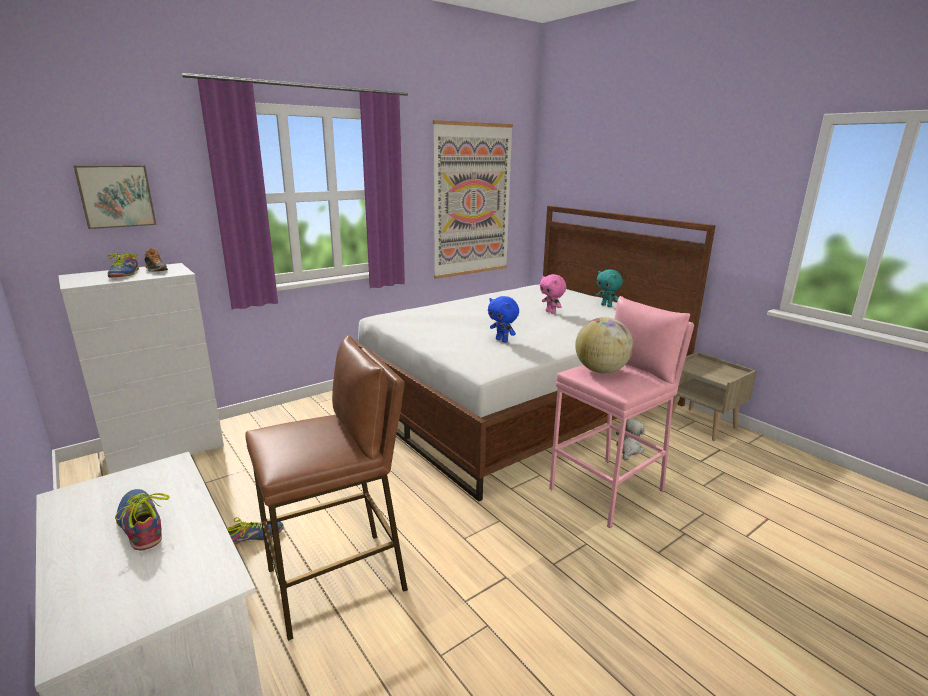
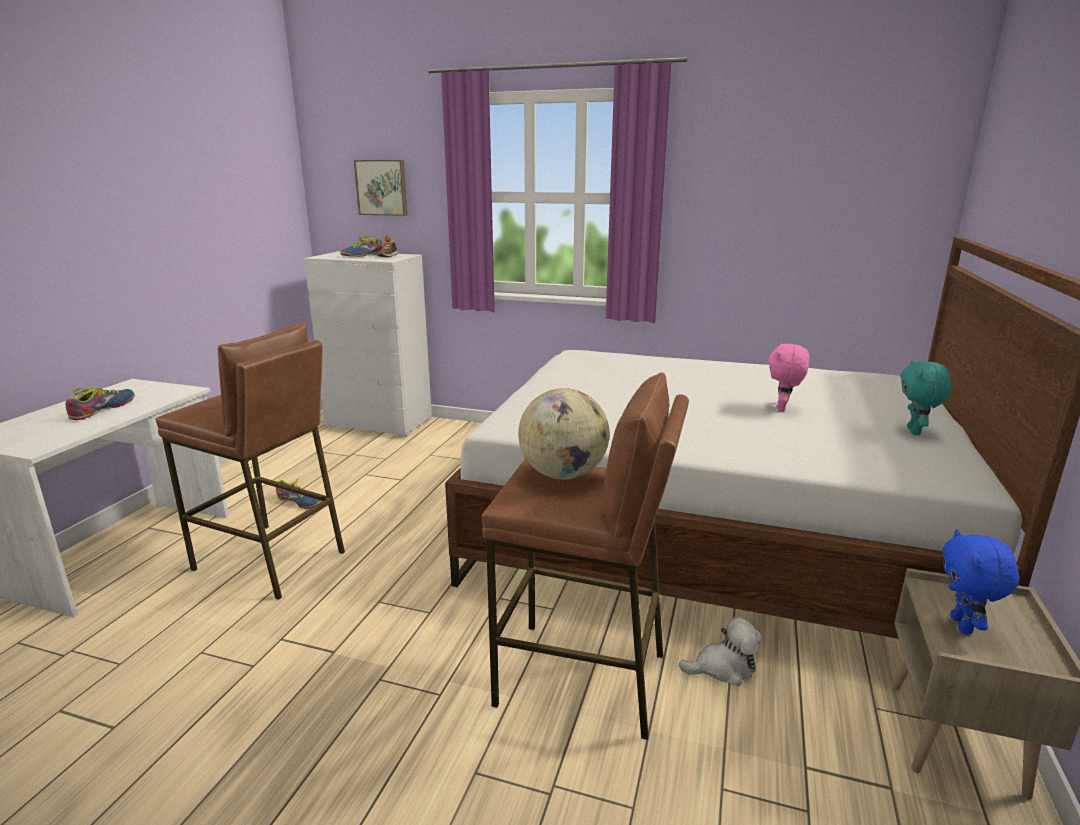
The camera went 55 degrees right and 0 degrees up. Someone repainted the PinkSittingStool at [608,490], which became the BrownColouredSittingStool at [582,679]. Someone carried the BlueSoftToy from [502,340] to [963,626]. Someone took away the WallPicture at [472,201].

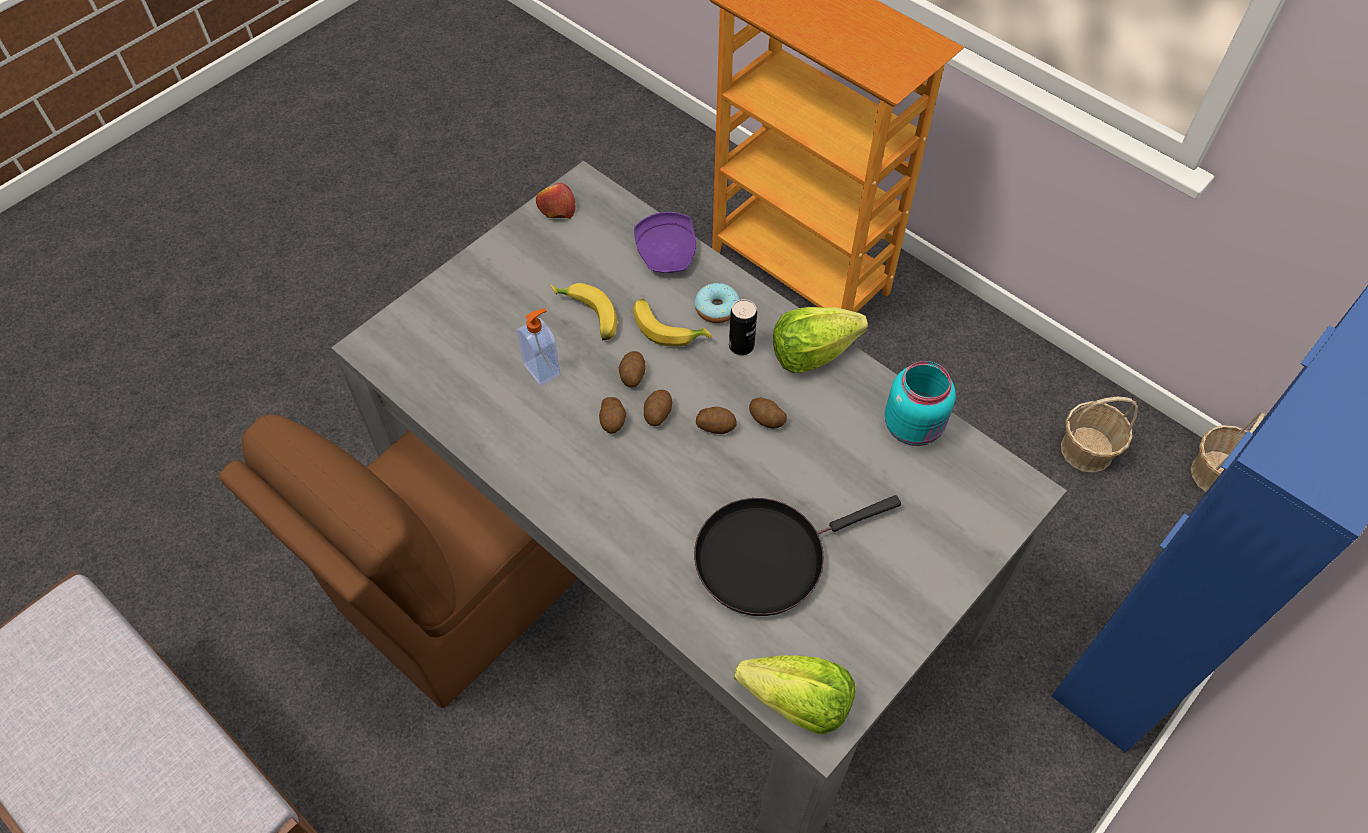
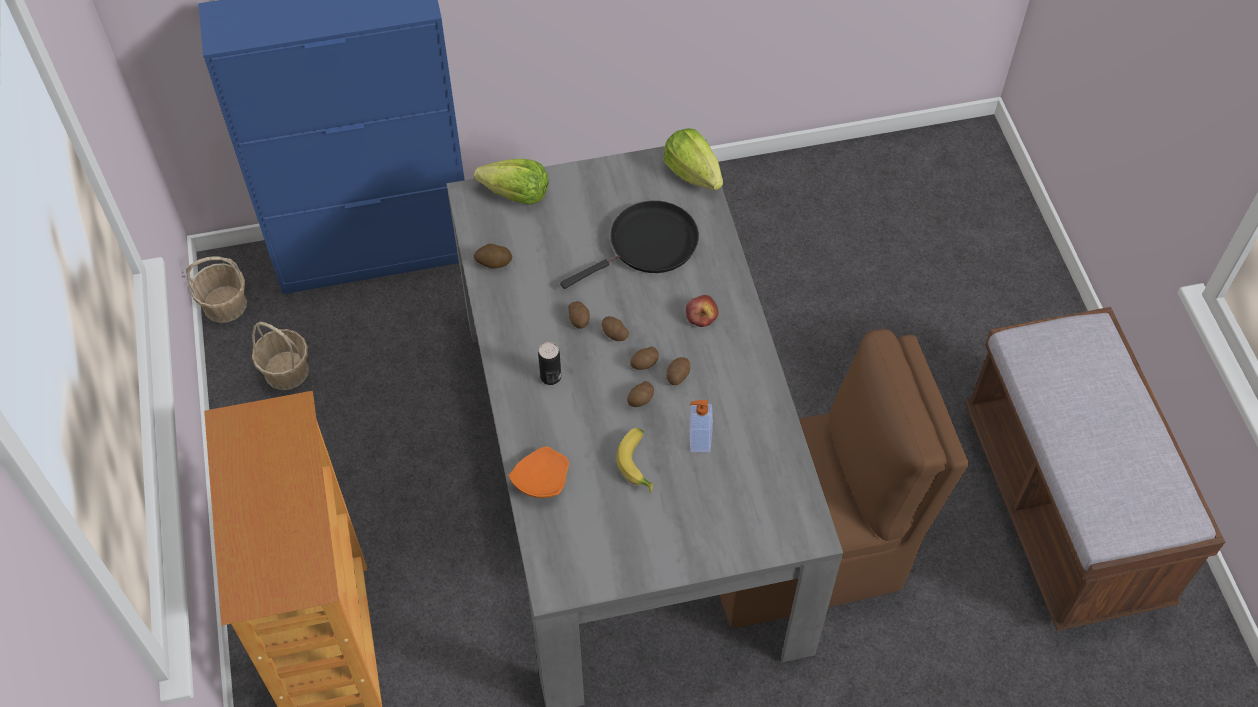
The camera went 145 degrees left and 0 degrees up. Someone swapped the TurquoiseJar at [914,426] for the WholePotato at [493,263]. Someone carried the Lettuce from [812,353] to [516,195]. Someone repainted the PurpleColouredDinnerPlate at [667,253], which became the OrangeColouredDinnerPlate at [540,480]. Someone rotated the BlackishFryingPan at [767,556] by 45 degrees counterclockwise. Someone carried the WholeApple from [556,208] to [701,315]. Someone took away the BananaFruit at [668,328]. Someone took away the Doughnut at [716,309].

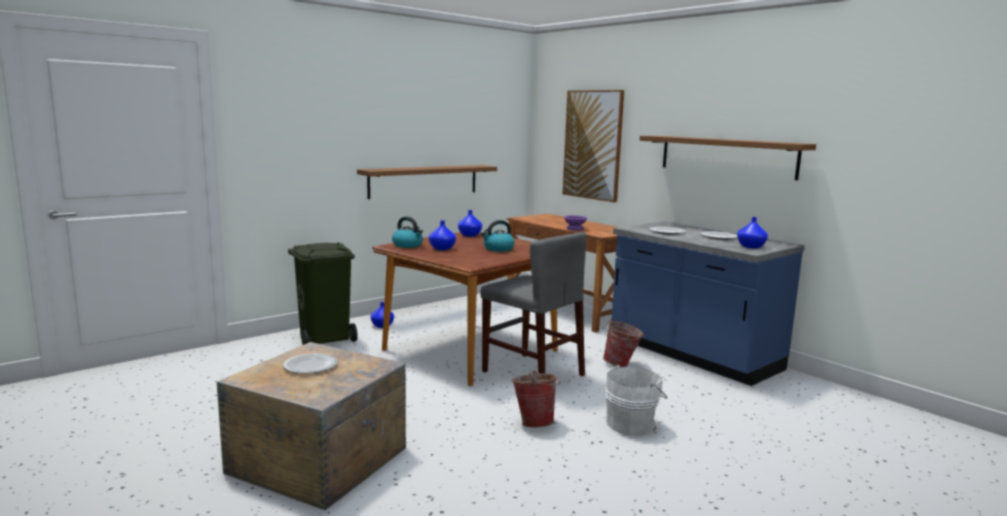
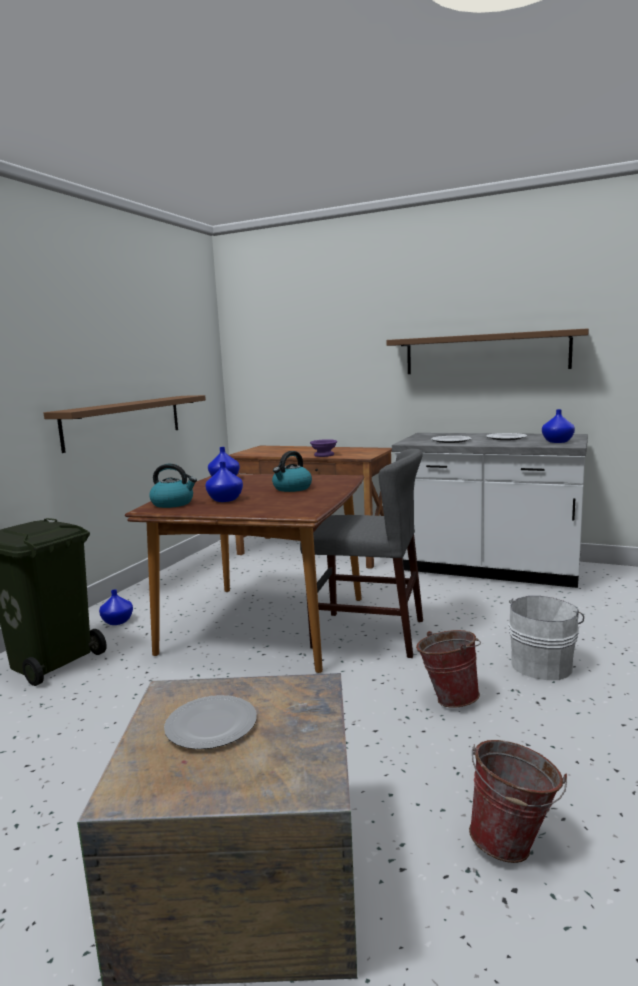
The camera went 25 degrees left and 0 degrees up. Someone repainted the BlueKitchenBaseUnit at [692,355], which became the WhiteColouredKitchenBaseUnit at [488,569]. Someone carried the Pail from [622,365] to [514,844]. Someone took away the WallPicture at [593,145].

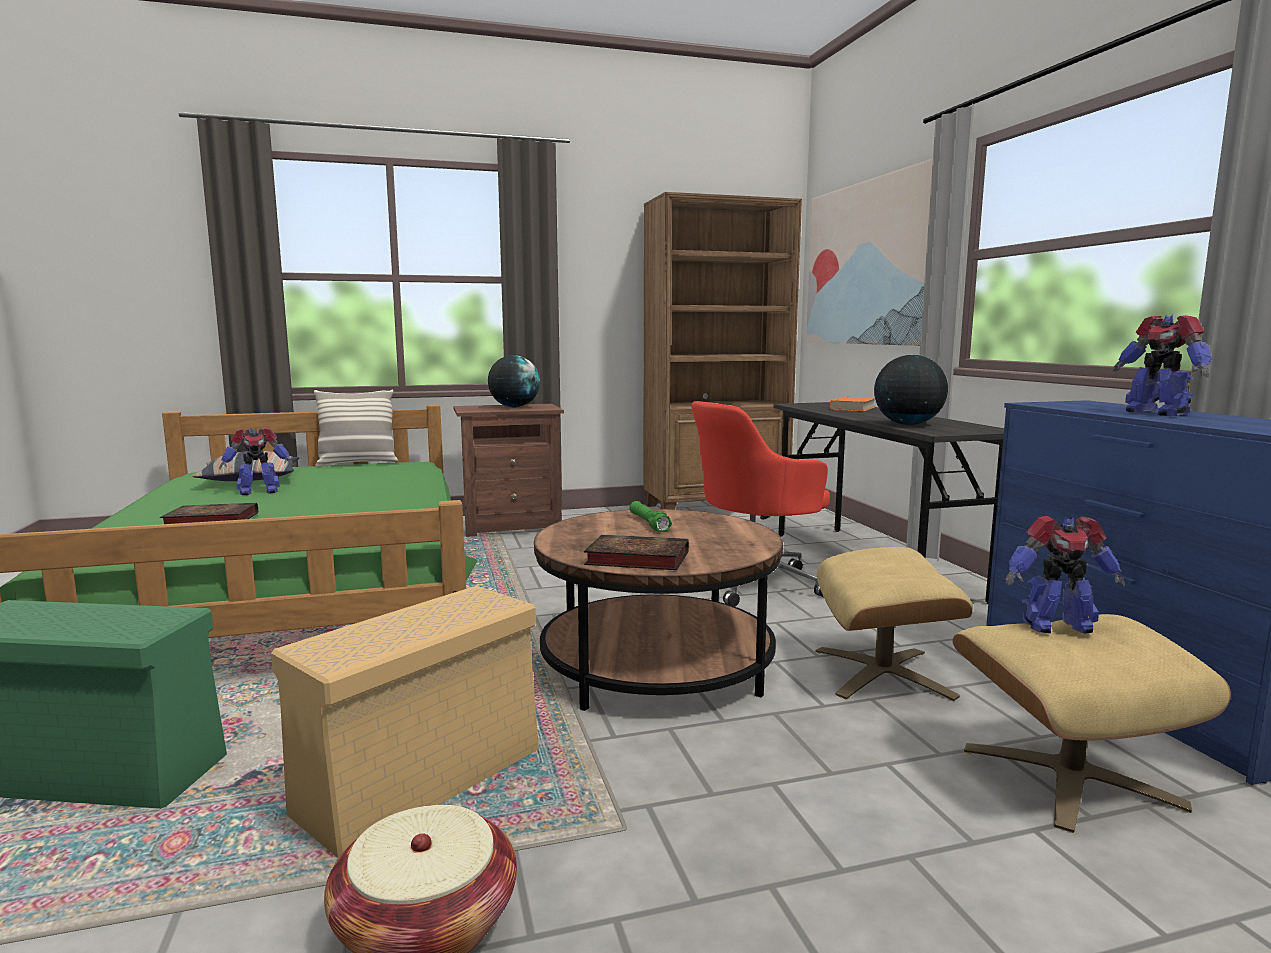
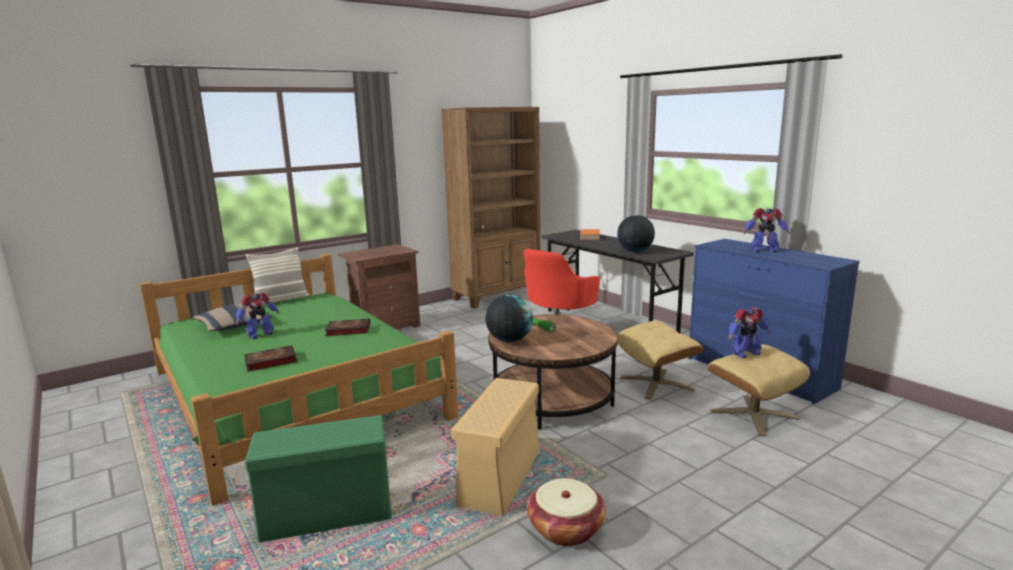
The camera went 20 degrees left and 5 degrees up. Someone carried the Volume from [634,559] to [347,330]. Someone carried the DeskGlobe from [514,407] to [509,340]. Someone rotated the ModelRobot at [1156,413] by 45 degrees counterclockwise. Someone took away the WallPicture at [866,264].

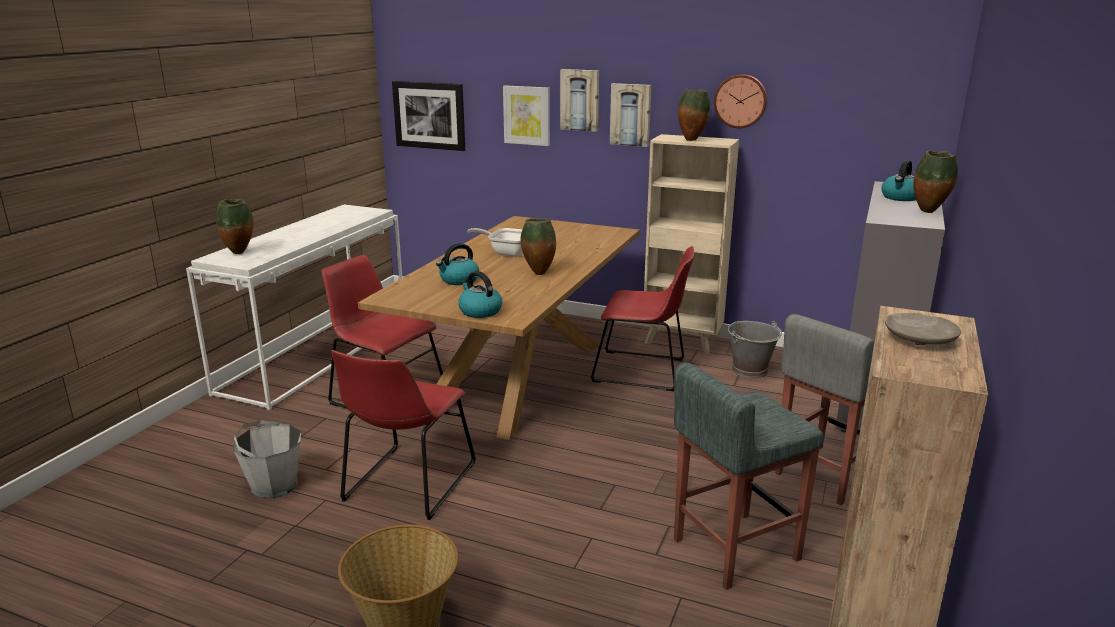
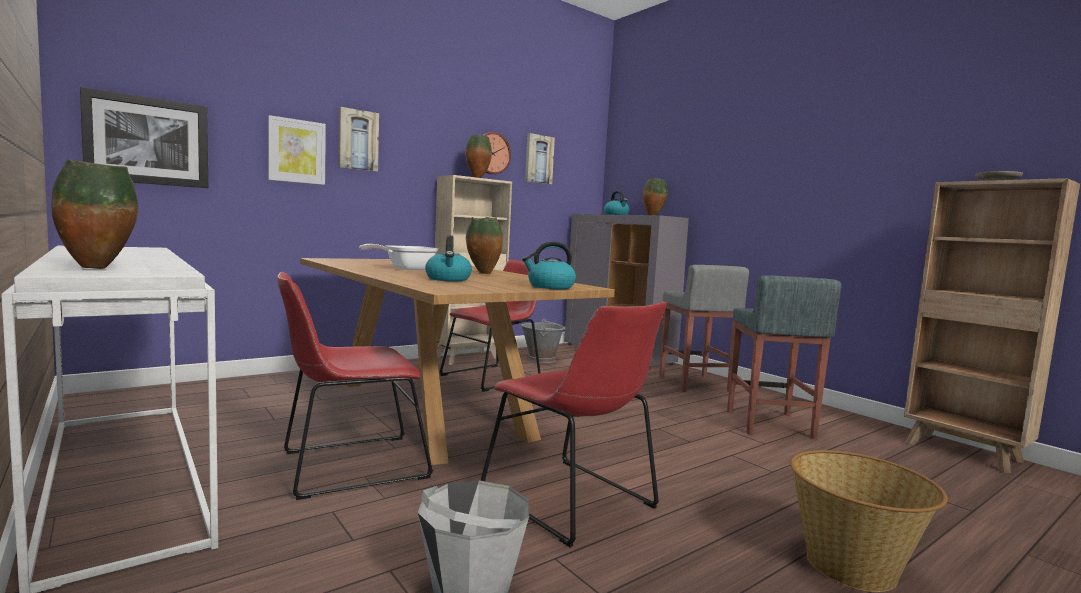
The camera went 60 degrees left and 15 degrees down. Someone carried the WallPicture from [631,114] to [538,159].

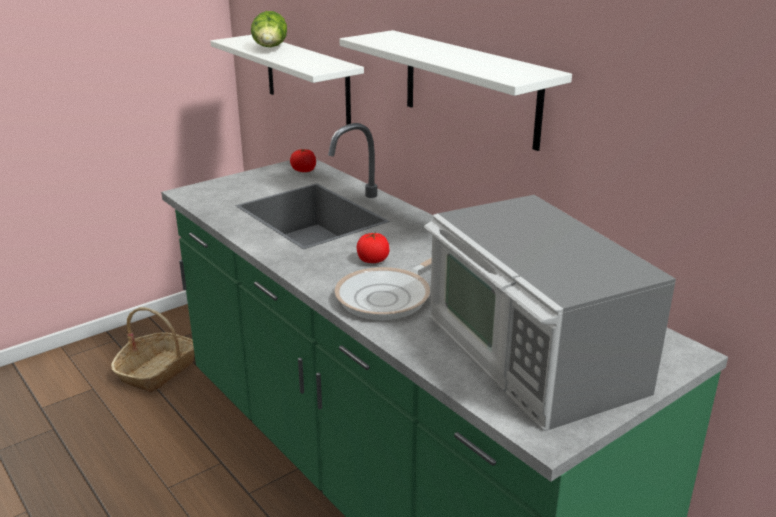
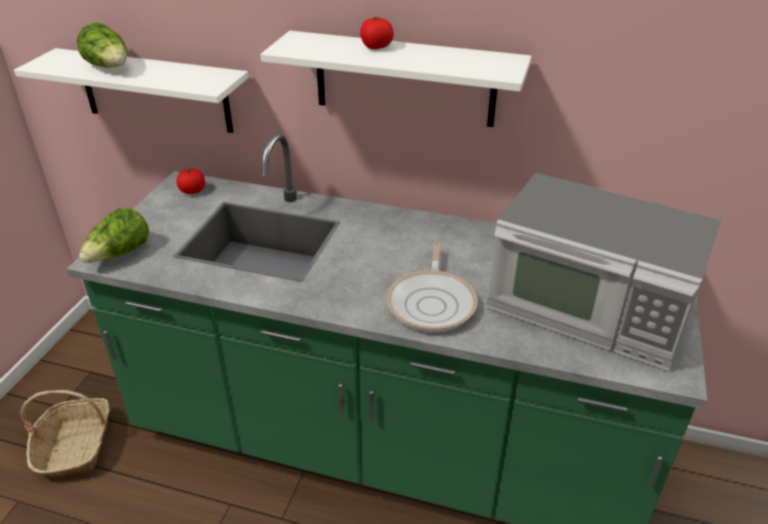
The camera went 35 degrees left and 10 degrees up. Someone put down the Lettuce at [119,254]. Someone carried the Tomato from [372,260] to [376,47].

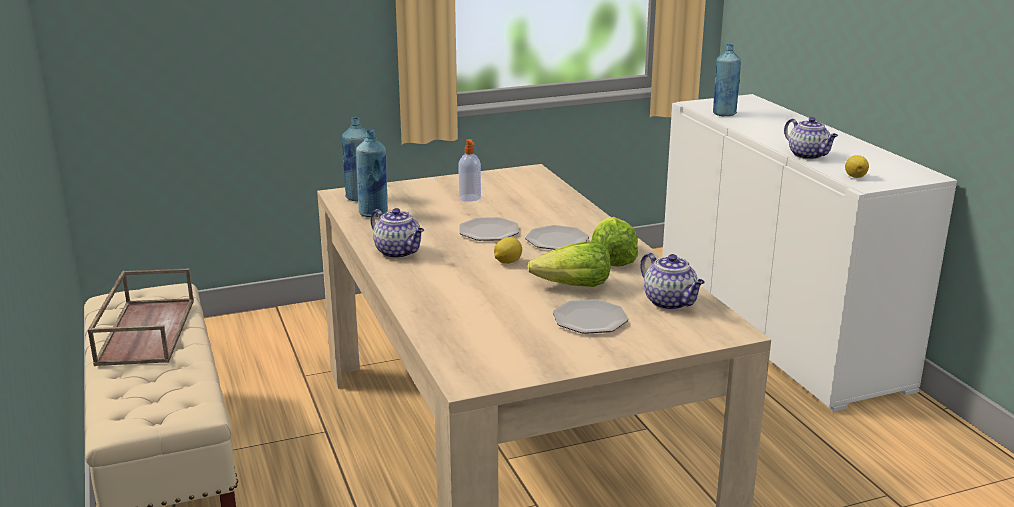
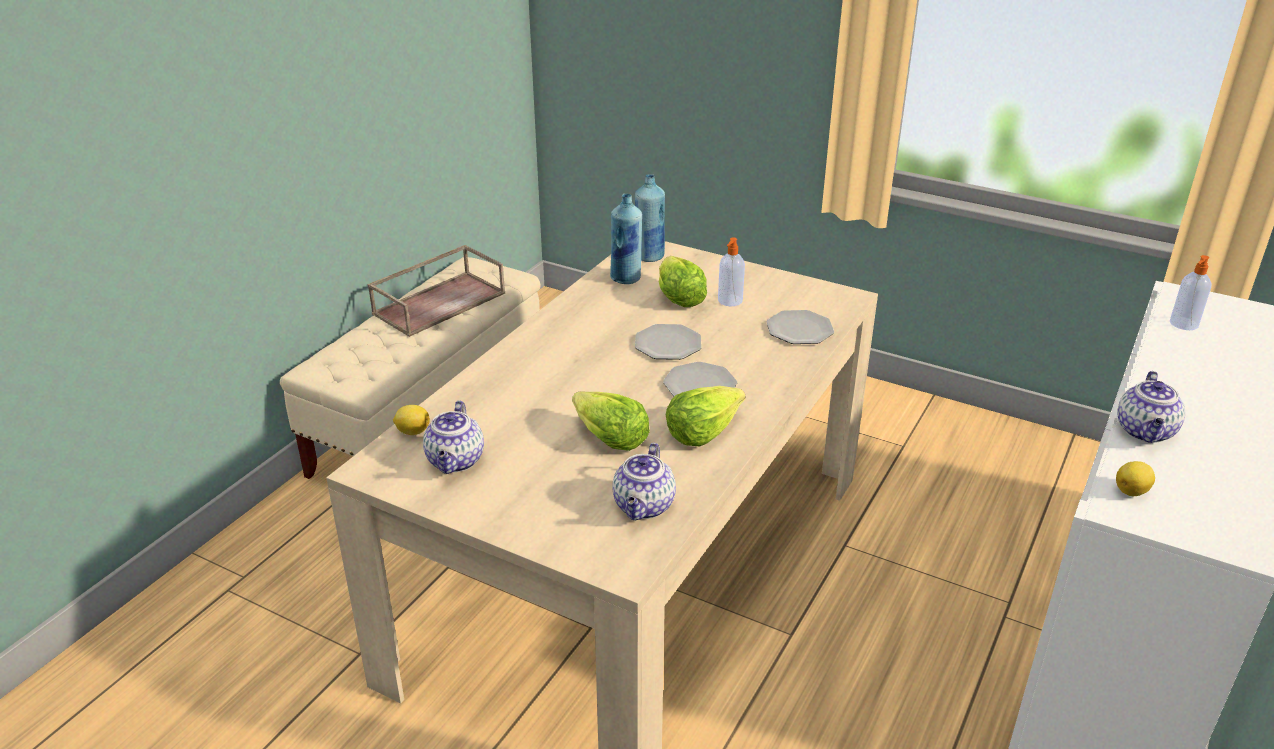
The camera went 50 degrees right and 10 degrees up. Someone carried the Lemon from [507,262] to [412,431]. Someone carried the Teapot from [399,252] to [456,462]. Someone put down the Lettuce at [679,297]. Someone carried the DinnerPlate from [590,320] to [799,330]. Someone swapped the BlueBeverageBottle at [724,114] for the SoapBottle at [1183,324].

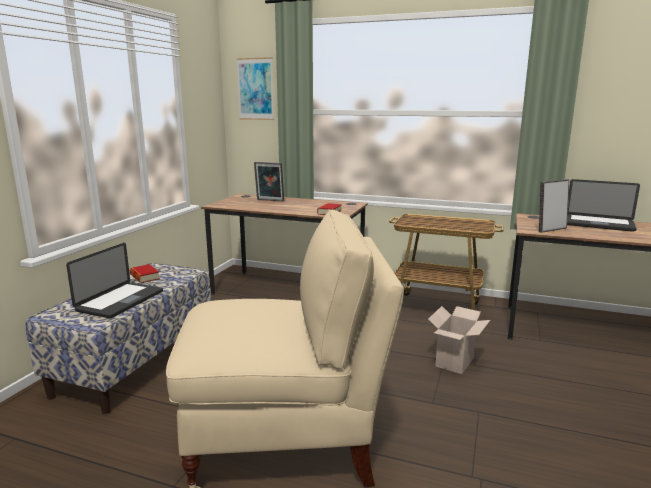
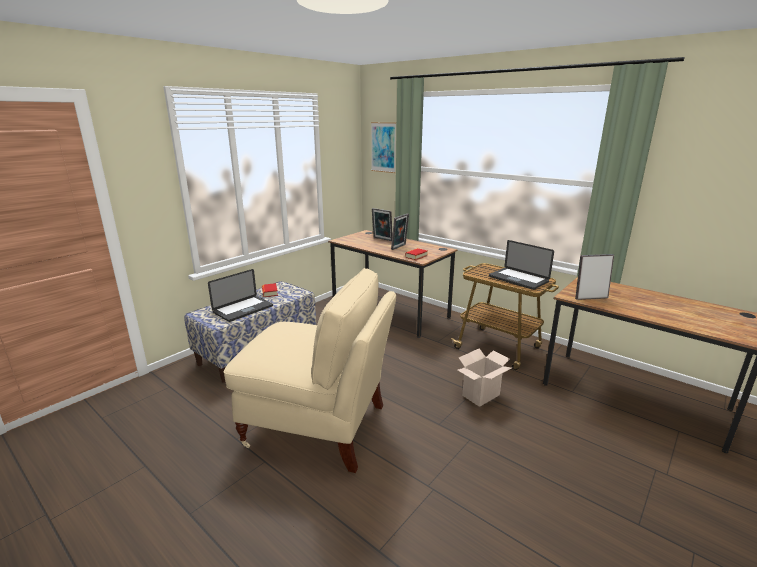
The camera went 20 degrees right and 5 degrees up. Someone put down the StandingFrame at [399,247]. Someone carried the PortableComputer from [598,224] to [518,279].

